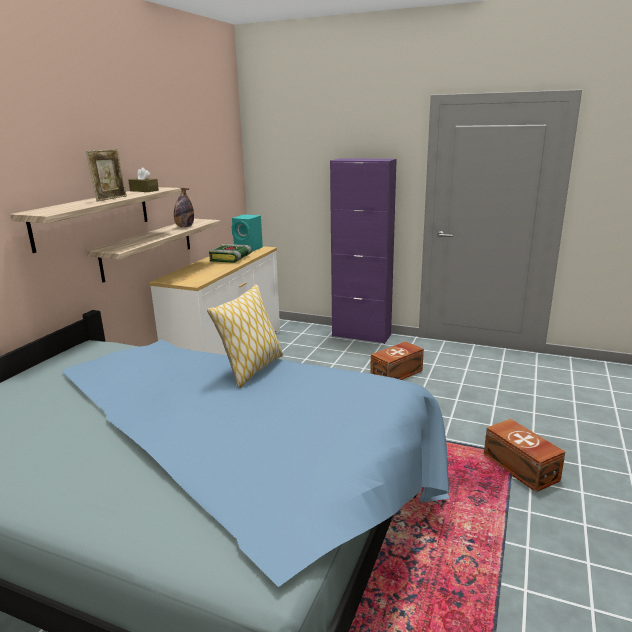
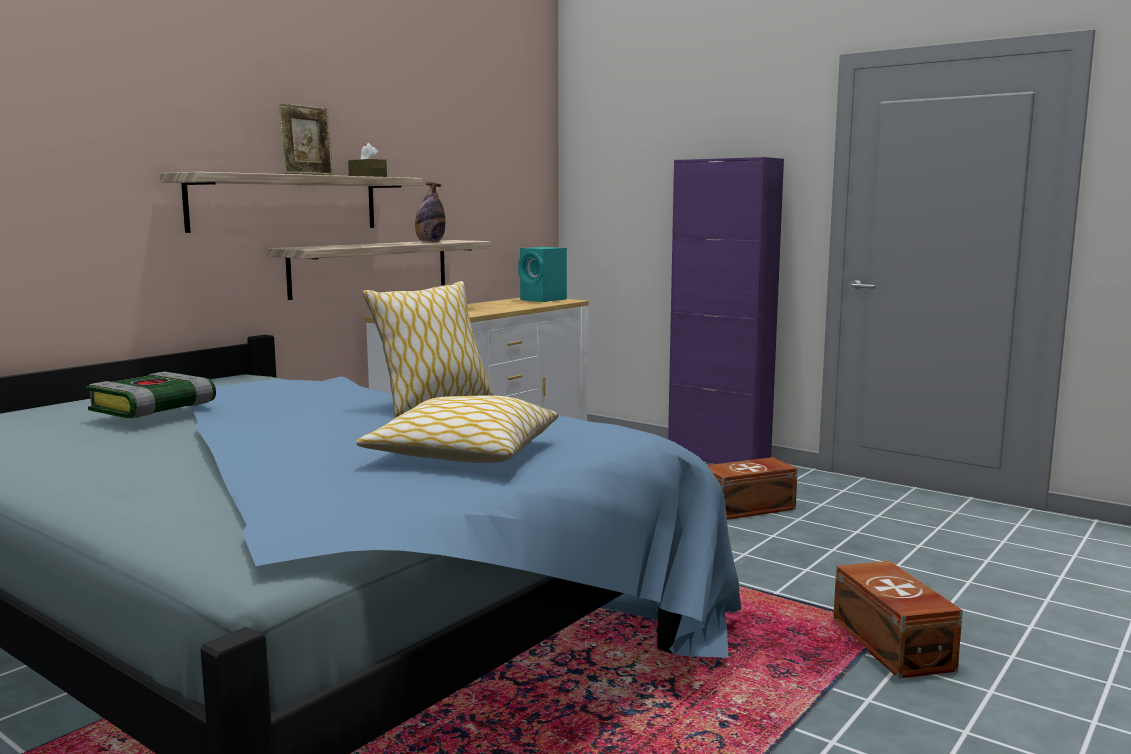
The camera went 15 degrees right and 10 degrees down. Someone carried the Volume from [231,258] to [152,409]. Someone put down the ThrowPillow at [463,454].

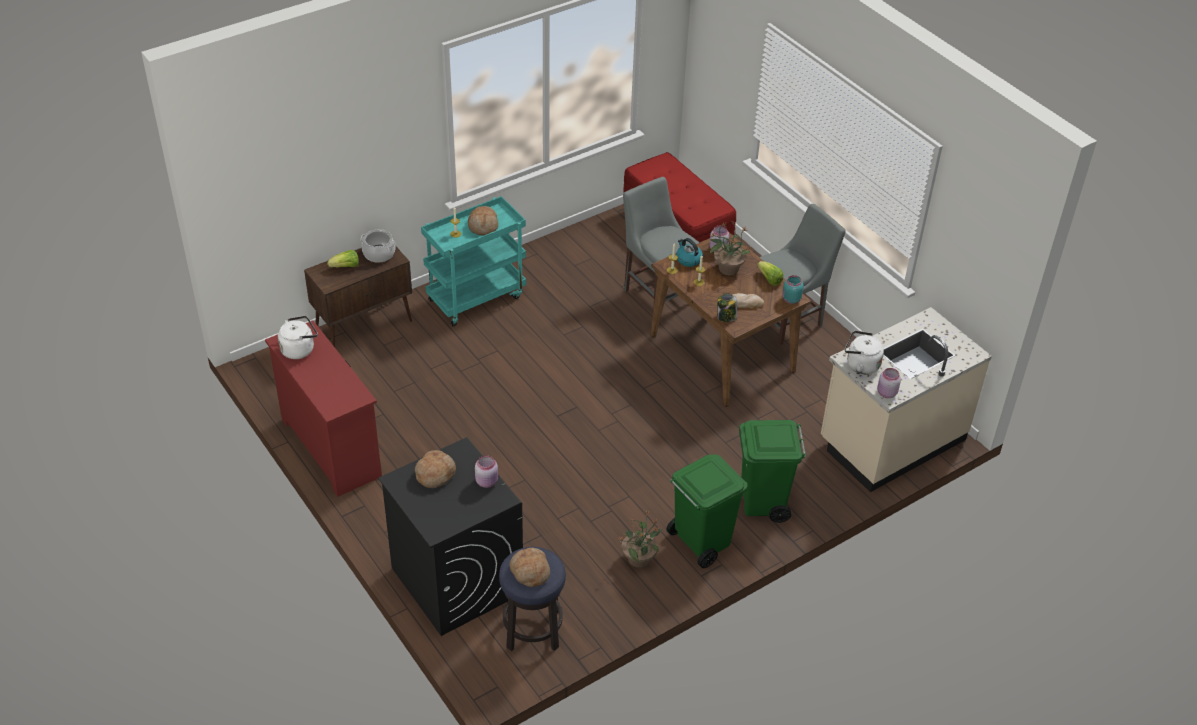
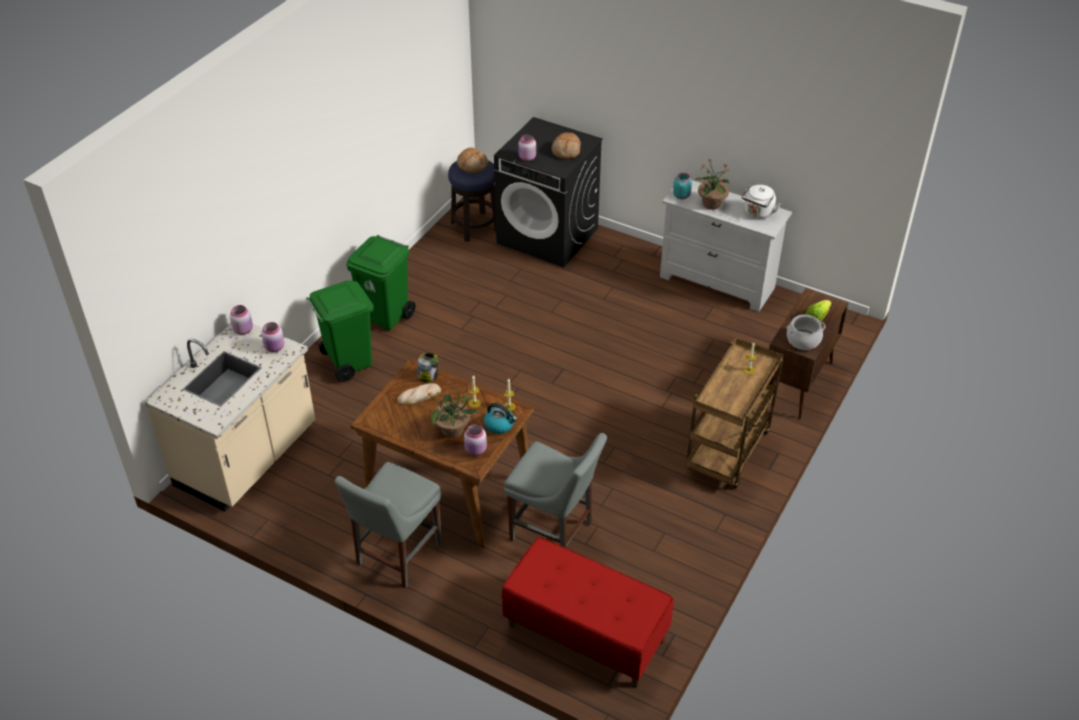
The camera went 155 degrees right and 0 degrees up. Someone swapped the WhiteColouredWaterKettle at [860,365] for the PinkJar at [275,347]. Someone repainted the ReddishDrawerChest at [330,447], which became the WhiteColouredDrawerChest at [717,282]. Someone carried the TurquoiseJar from [790,299] to [682,195]. Someone repainted the TurquoiseWheeledCart at [476,297], which became the BrownColouredWheeledCart at [728,453]. Someone carried the PlantInAPot from [639,558] to [711,204]. Someone took away the BakeryBread at [483,226]. Someone took away the Lettuce at [769,279].

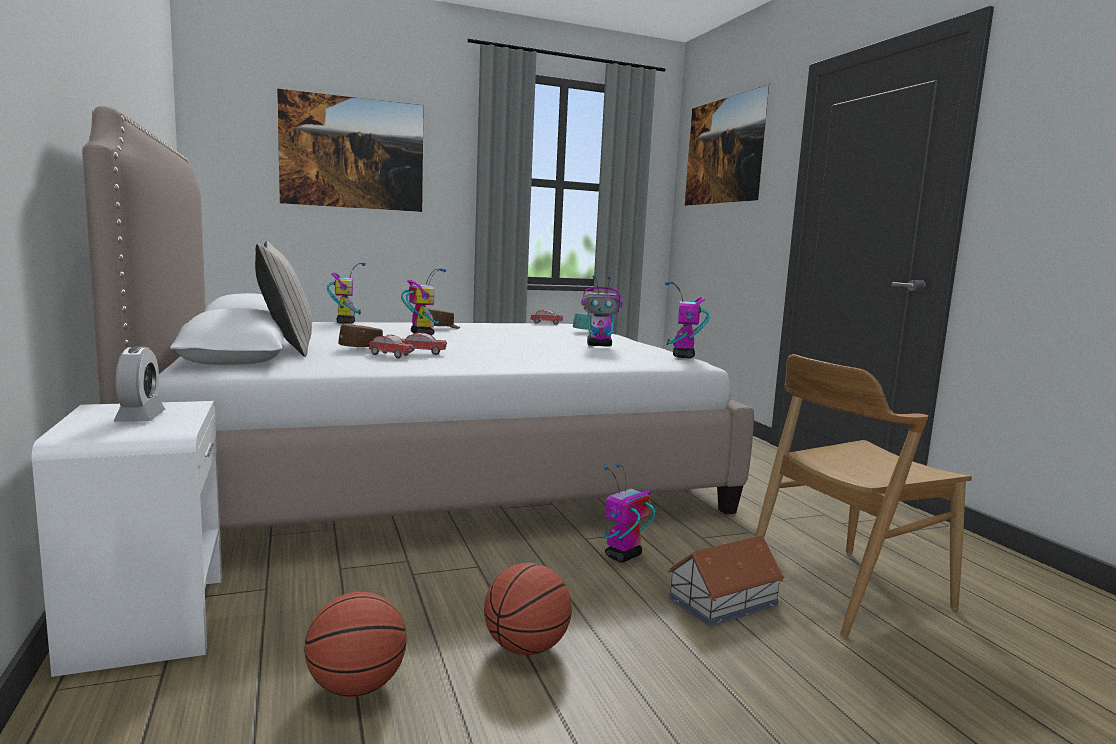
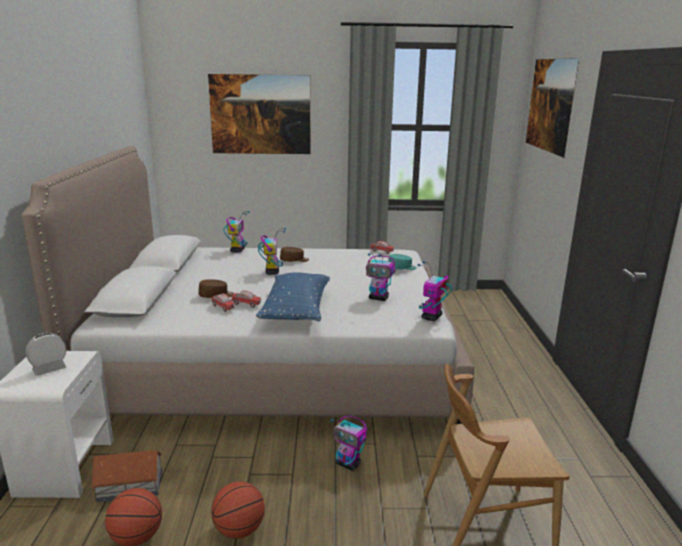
The camera went 20 degrees right and 10 degrees up. Someone rotated the BedsideClock at [140,417] by 135 degrees counterclockwise. Someone carried the ToyHouse from [724,601] to [130,485]. Someone put down the BlueThrowPillow at [296,310]. Someone rotated the ModelRobot at [623,556] by 120 degrees counterclockwise. Someone took away the BeigeThrowPillow at [286,348].

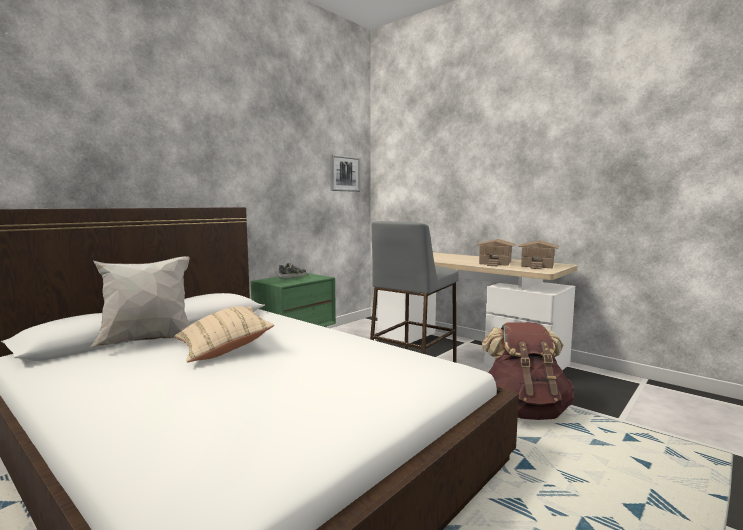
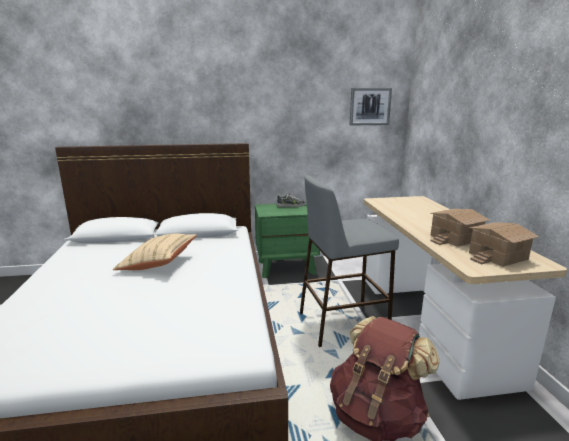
The camera went 40 degrees right and 10 degrees up. Someone took away the WhiteColouredThrowPillow at [148,341].

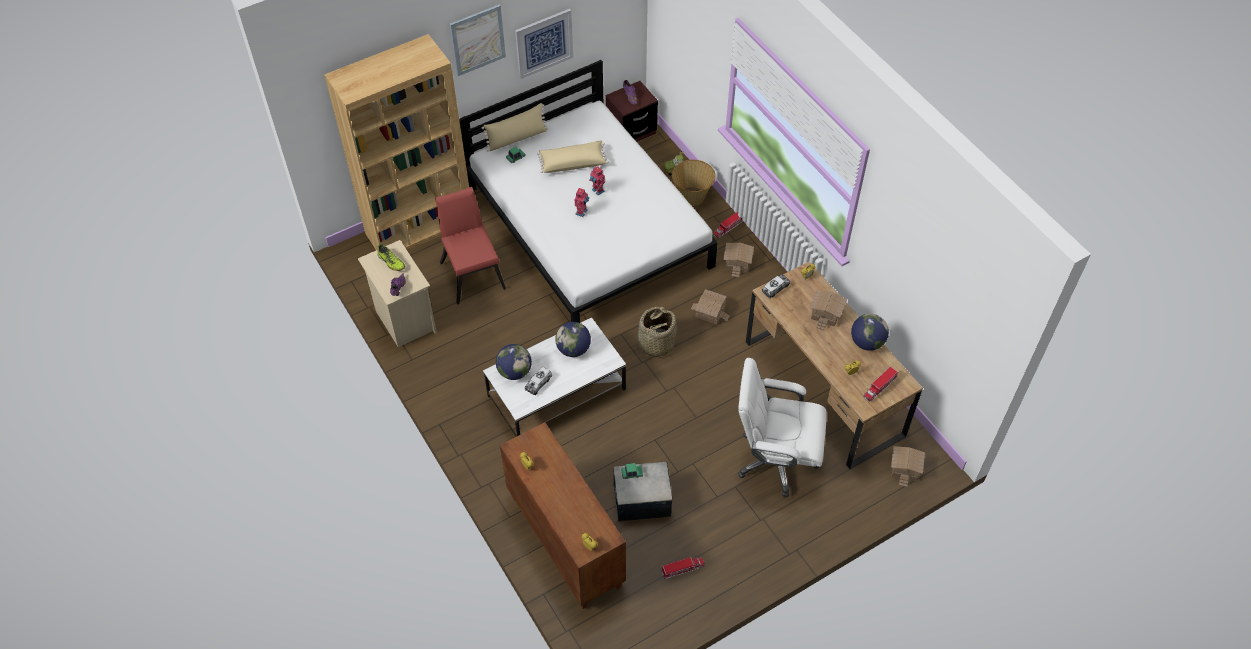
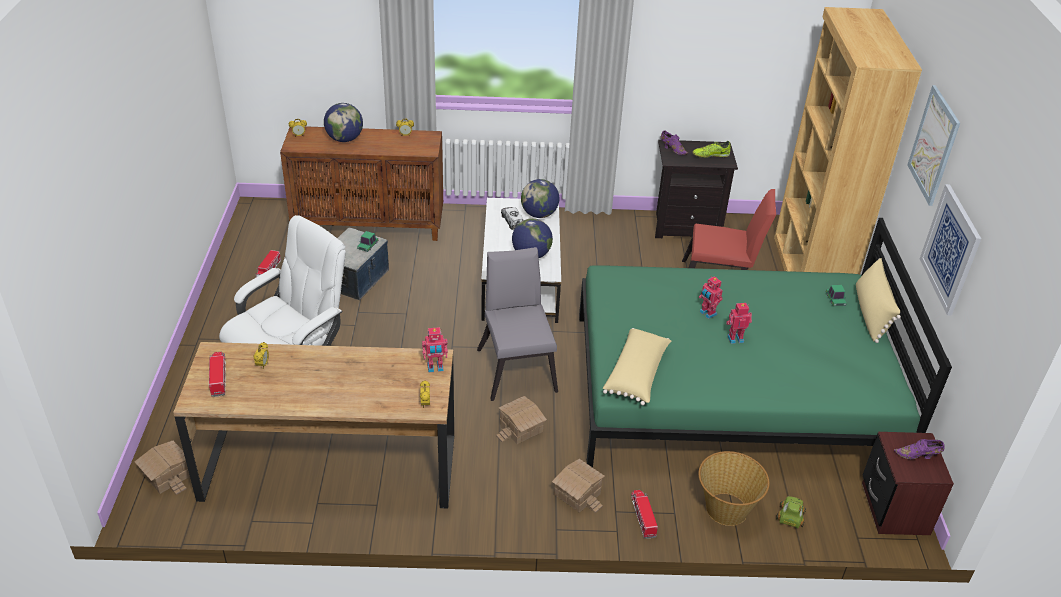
The camera went 120 degrees right and 15 degrees down. Someone carried the DeskGlobe from [867,342] to [344,139]. Someone swapped the ModelTruck at [775,288] for the ModelRobot at [435,368]. Someone swapped the Basket at [656,344] for the GreyishUprightChair at [517,366]. Someone repainted the WhiteColouredSleepingBed at [589,226], which became the GreenSleepingBed at [731,391]. Someone carried the BeigeThrowPillow from [572,162] to [637,374]. Someone repainted the BeigeNightTable at [404,320], which became the BlackishNightTable at [686,226]. Someone took away the ToyHouse at [827,313].

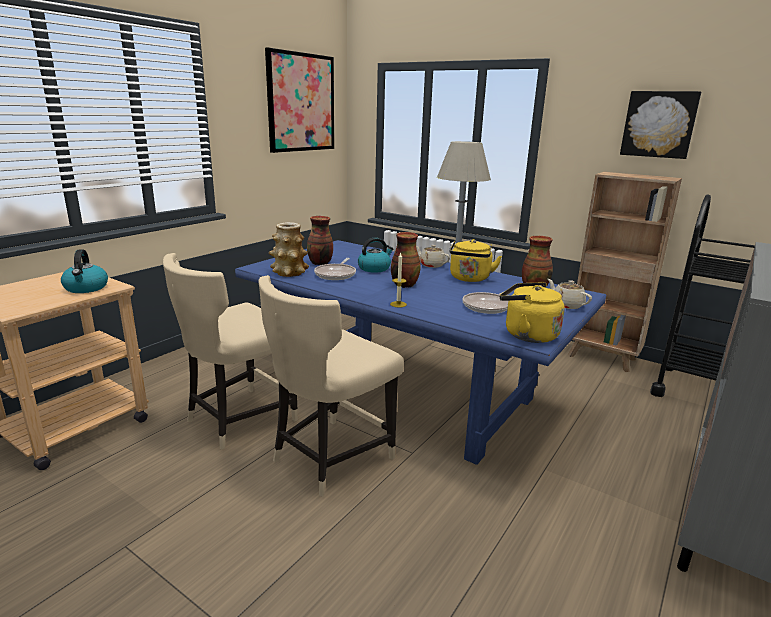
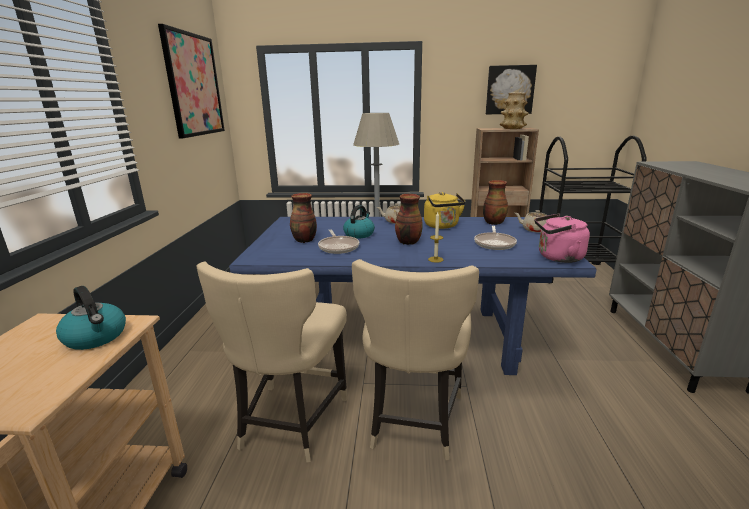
The camera went 30 degrees left and 0 degrees up. Someone carried the DecorativeVase from [289,273] to [512,128]. Someone repainted the YellowWaterKettle at [527,334], which became the PinkWaterKettle at [557,257].

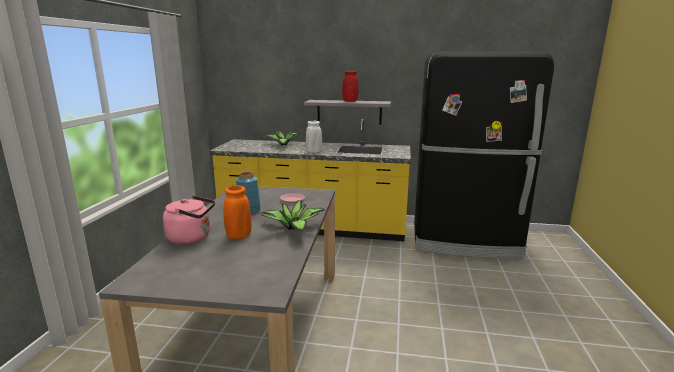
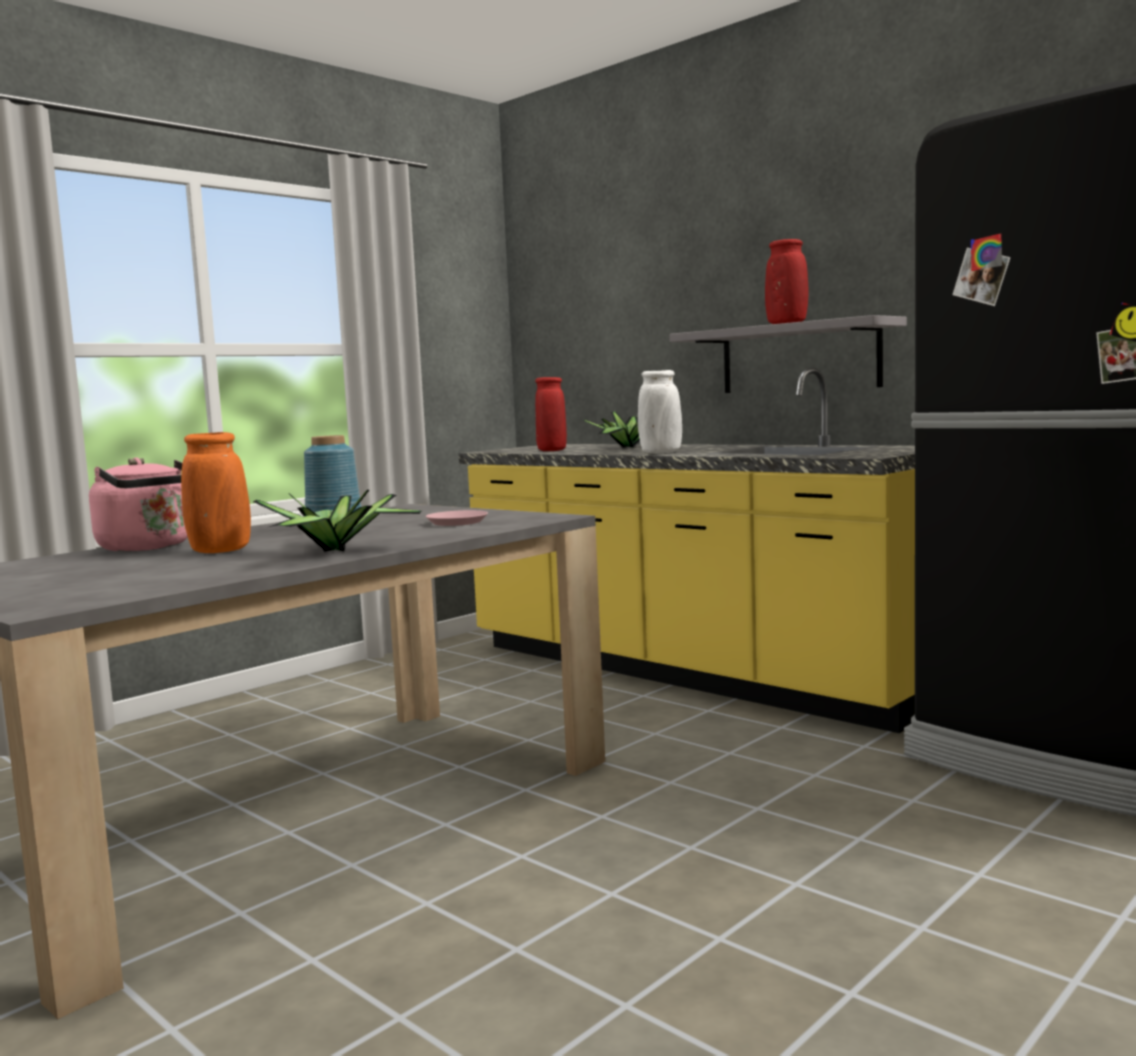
The camera went 35 degrees right and 10 degrees down. Someone put down the ReddishDecorativeVase at [552,451].

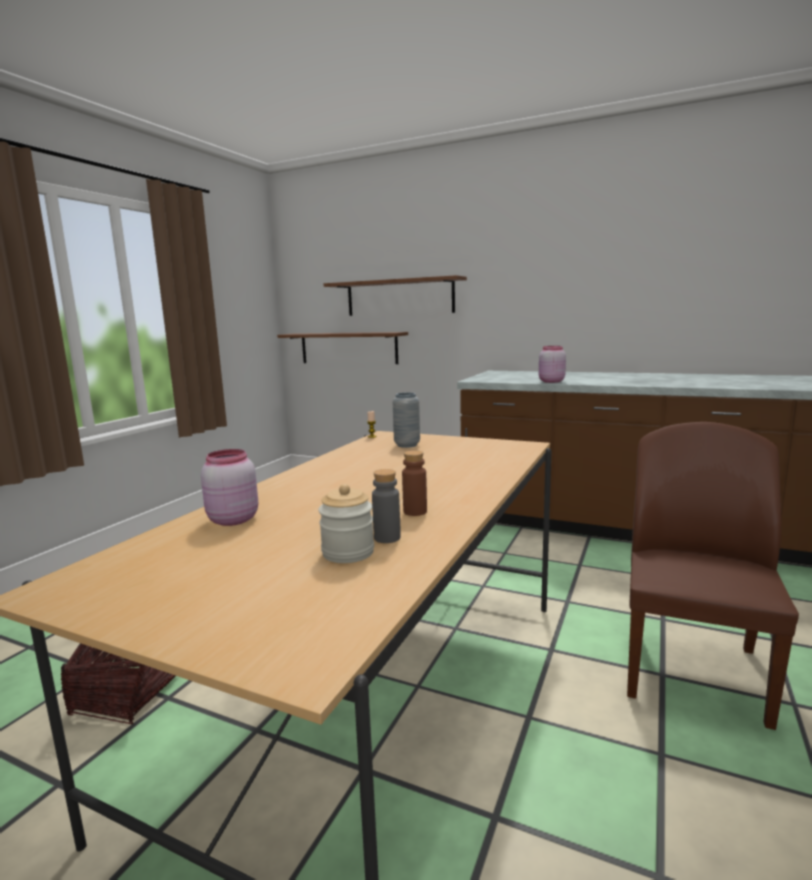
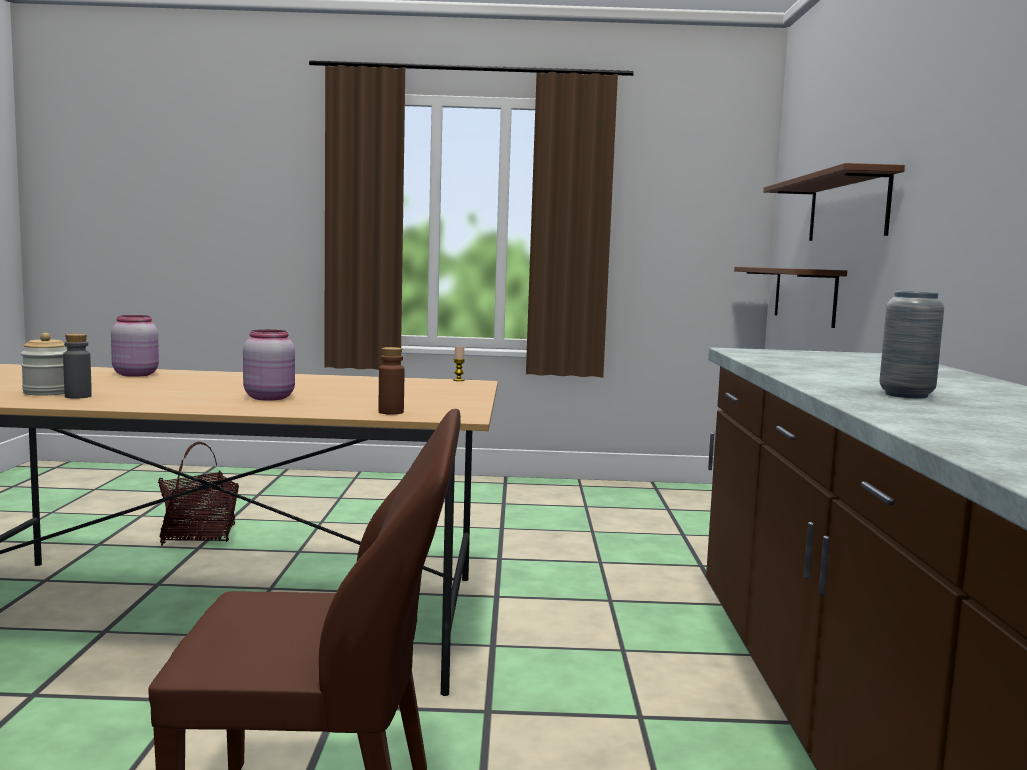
The camera went 65 degrees right and 5 degrees down. Someone carried the PinkJar from [550,381] to [269,397]. Someone carried the BrownColouredBeverageBottle from [415,512] to [391,412]. Someone carried the GreyishDecorativeVase from [407,445] to [906,395].

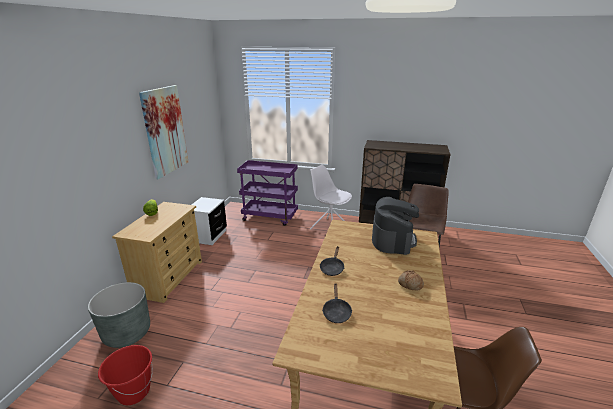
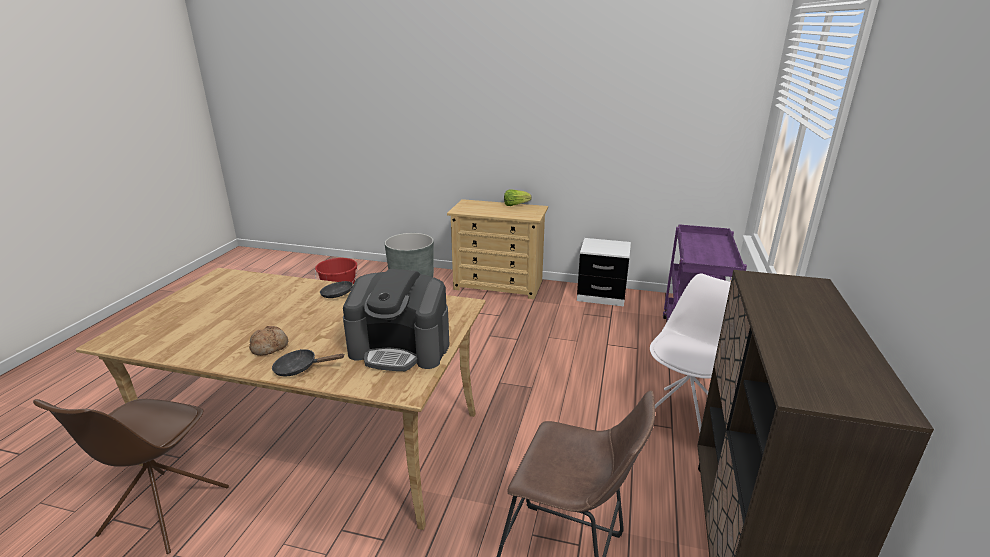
The camera went 90 degrees right and 0 degrees up. Someone carried the BlackishFryingPan from [336,312] to [300,368]. Someone took away the WallPicture at [165,131].

